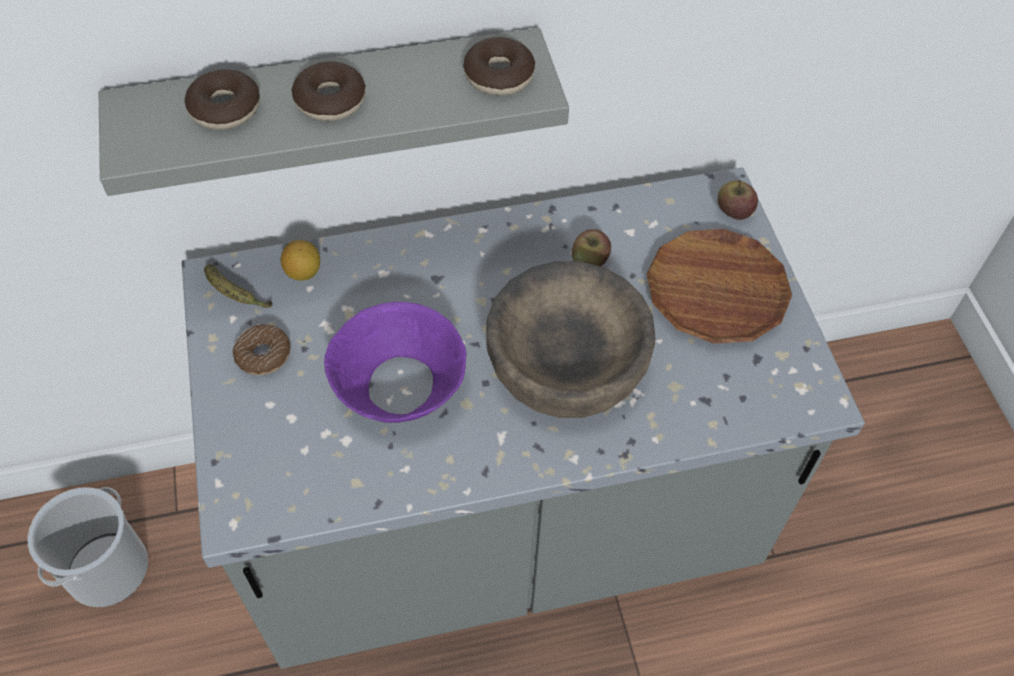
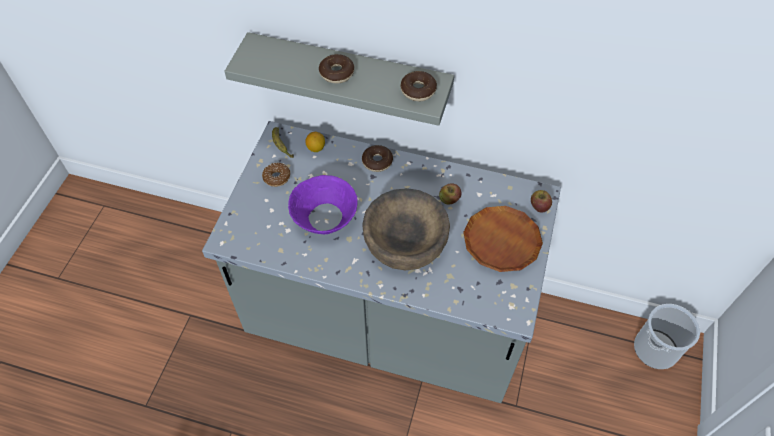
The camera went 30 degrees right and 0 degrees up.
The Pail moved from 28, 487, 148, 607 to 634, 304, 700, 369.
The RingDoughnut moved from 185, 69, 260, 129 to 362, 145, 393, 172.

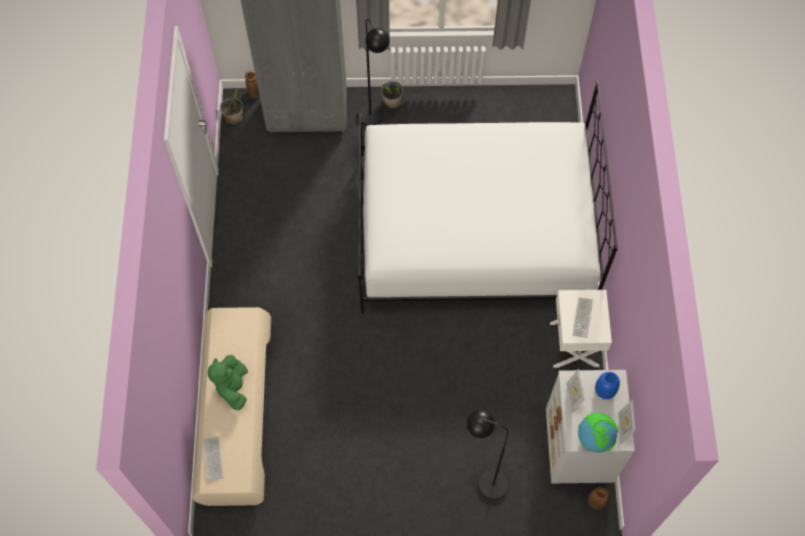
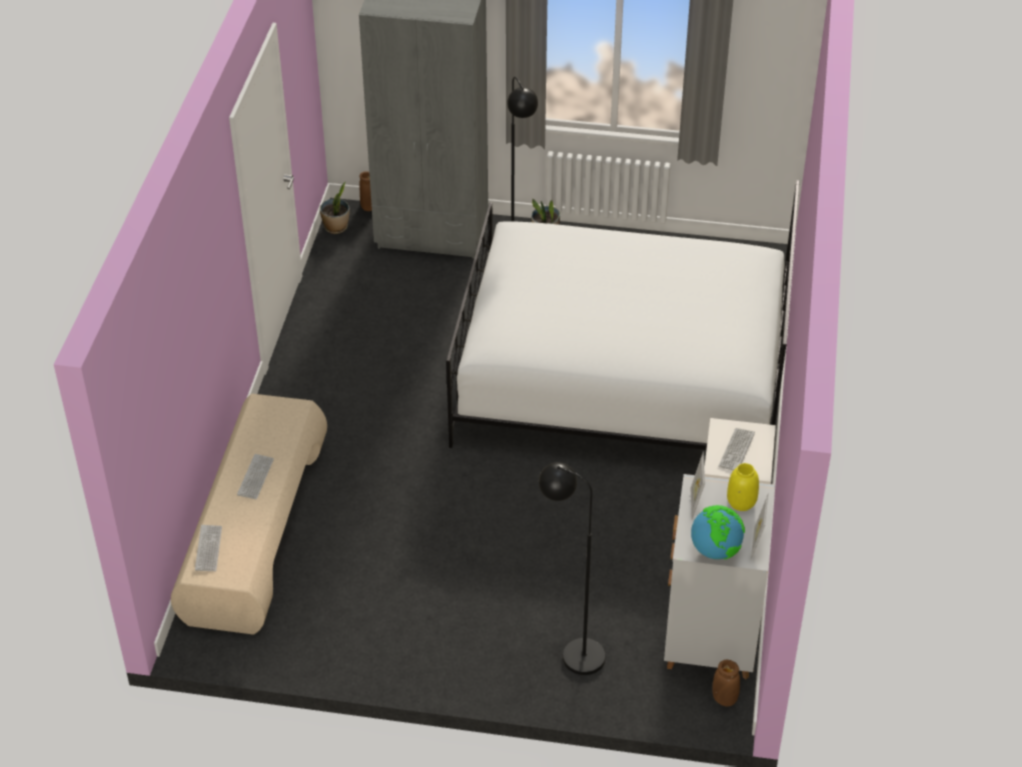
The camera went 10 degrees right and 20 degrees down.
The GreenPlushToy at 208, 355, 248, 410 was replaced by the Keyboard at 237, 454, 274, 499.
The BluishDecorativeVase at 595, 372, 620, 399 became the YellowColouredDecorativeVase at 727, 463, 759, 511.

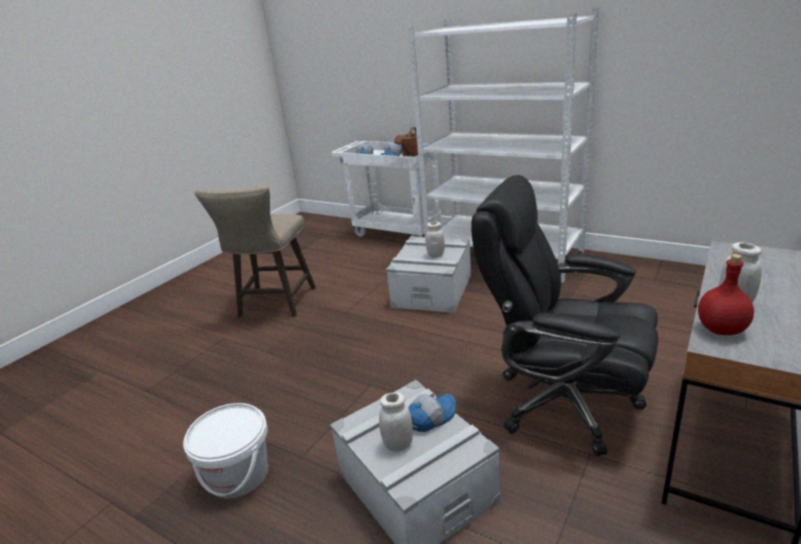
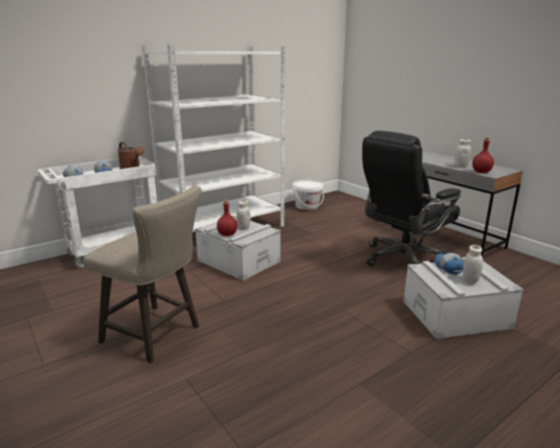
The camera went 70 degrees left and 5 degrees down.
The WhiteColouredPail moved from 183, 403, 268, 498 to 292, 180, 324, 210.
The RedColouredBeverageBottle at 217, 200, 237, 236 appeared.

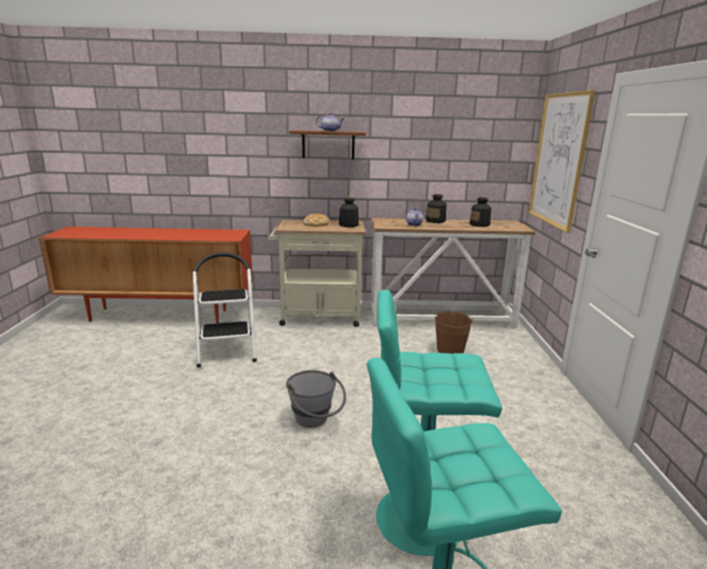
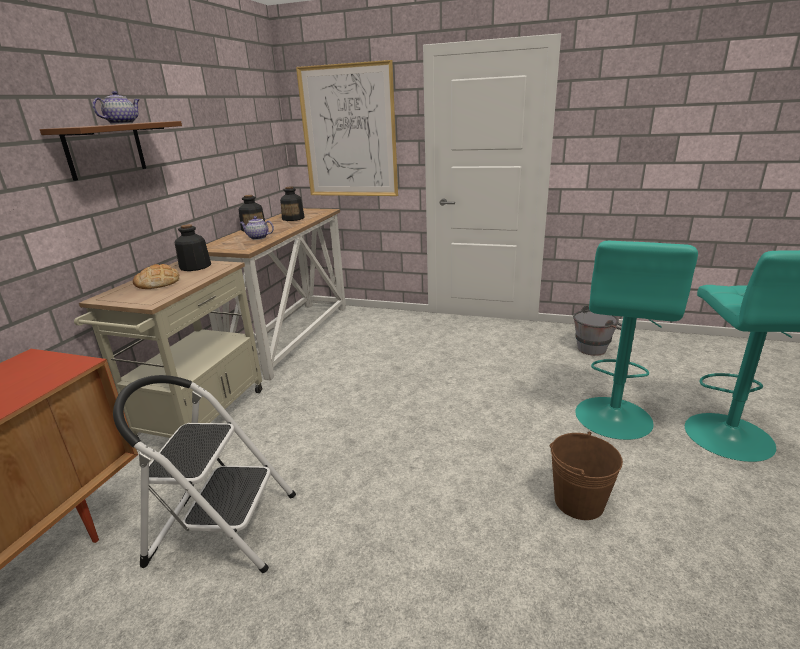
The camera went 70 degrees left and 5 degrees up.
The GreyPail moved from 286, 370, 346, 428 to 573, 306, 622, 356.
The BrownColouredPail moved from 435, 311, 473, 354 to 550, 432, 623, 520.

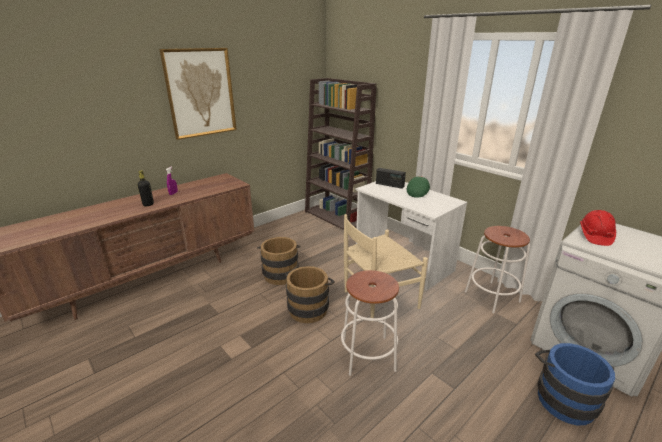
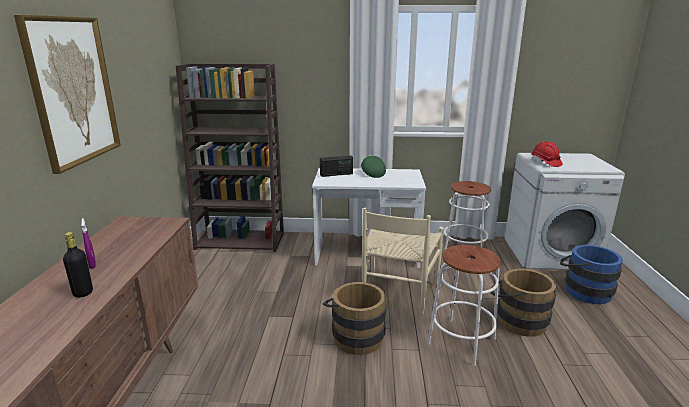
The camera went 45 degrees left and 5 degrees down.
The BrownColouredPail moved from 257, 237, 301, 285 to 491, 269, 556, 337.

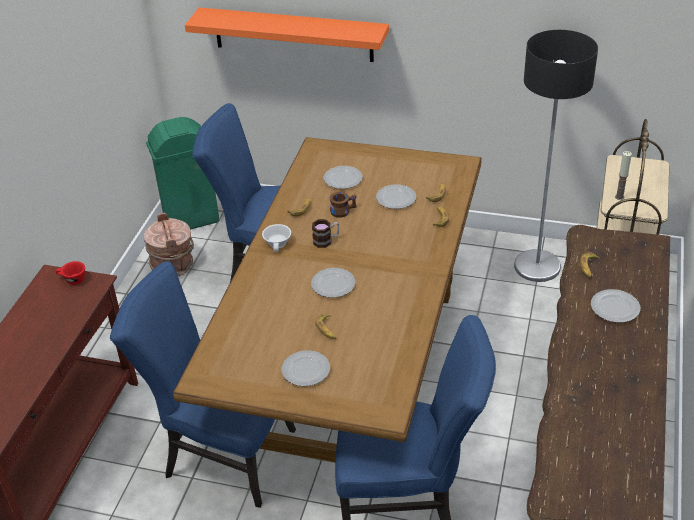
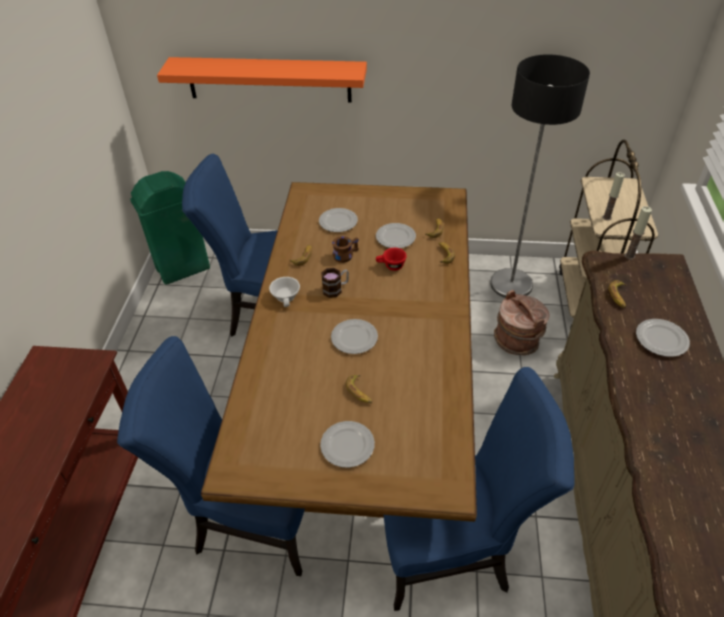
The camera went 10 degrees left and 5 degrees up.
The RedColouredDrinkingCup moved from 55, 261, 85, 285 to 376, 248, 407, 271.
The BrownColouredPail moved from 143, 212, 194, 276 to 494, 290, 550, 355.
The Candle at 625, 206, 652, 260 appeared.

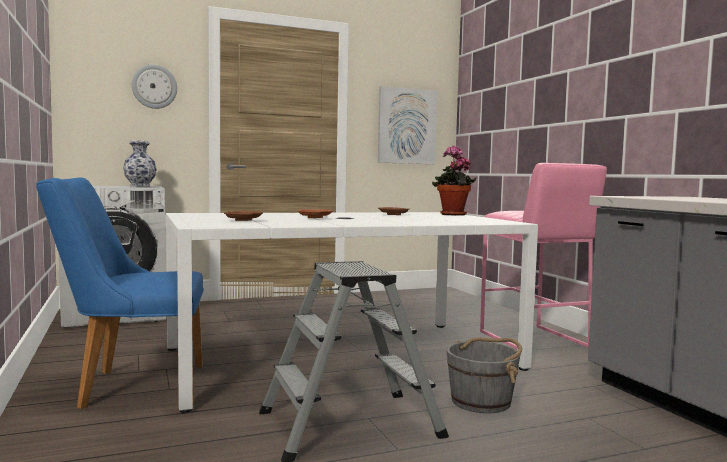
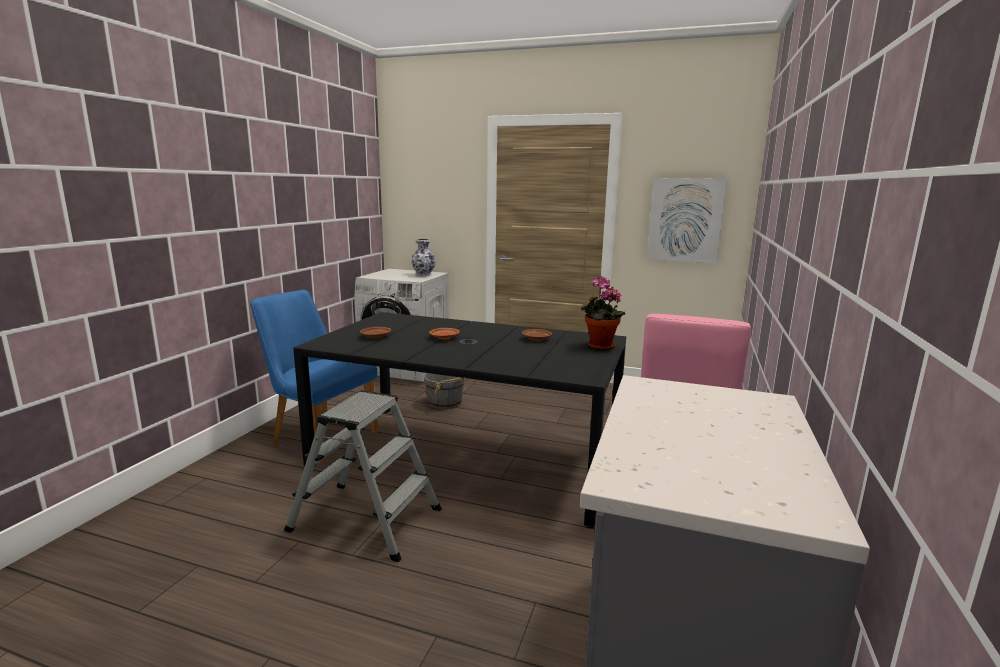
The camera went 40 degrees right and 10 degrees up.
The WallClock at 132, 65, 177, 109 disappeared.
The WhiteColouredDinnerTable at 166, 212, 538, 413 became the BlackDinnerTable at 293, 312, 626, 528.
The GreyPail moved from 446, 337, 522, 413 to 424, 373, 465, 409.

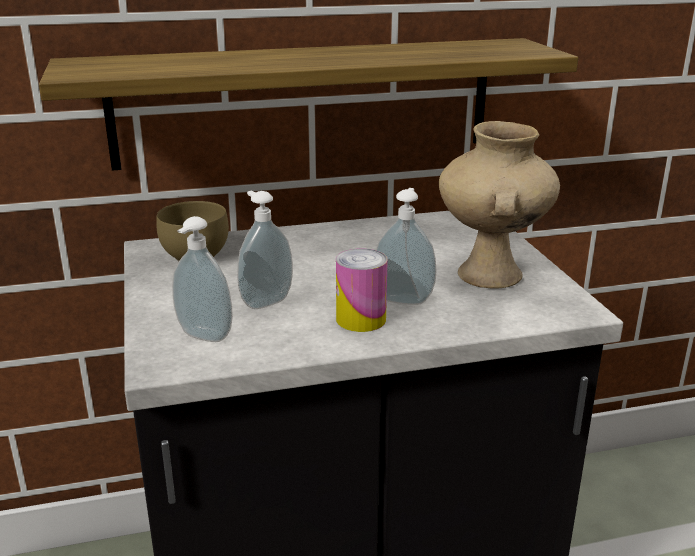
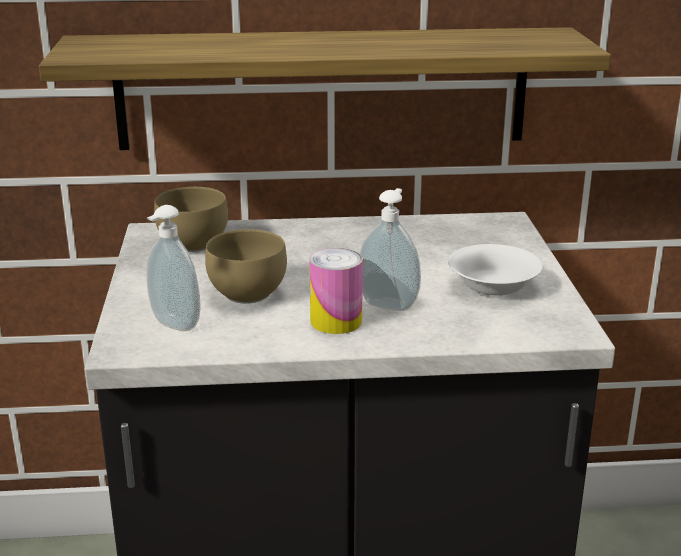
The camera went 10 degrees right and 0 degrees up.
The LiquidSoapBottle at 237, 191, 293, 309 was replaced by the BrownColouredDeepDish at 205, 229, 287, 304.
The BeigeDecorativeVase at 439, 121, 560, 289 was replaced by the WhiteColouredDeepDish at 448, 244, 543, 296.

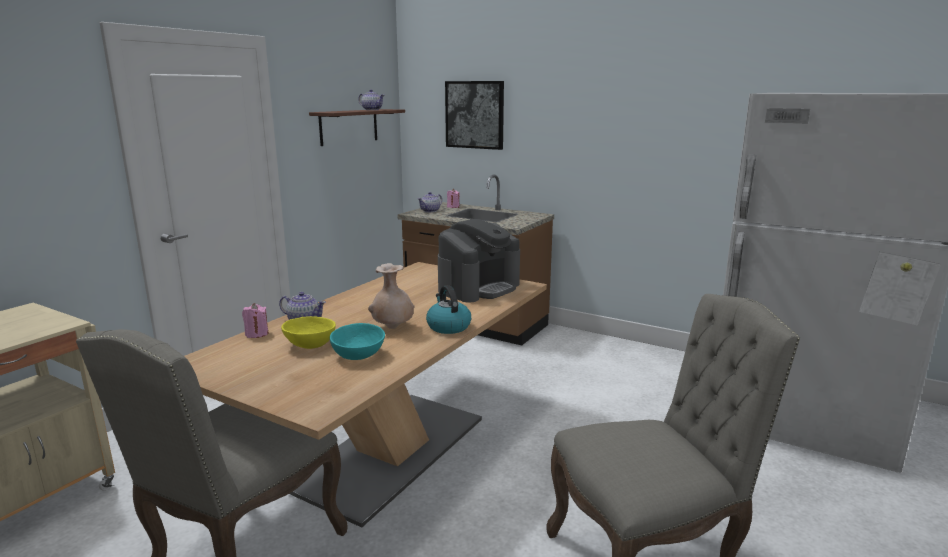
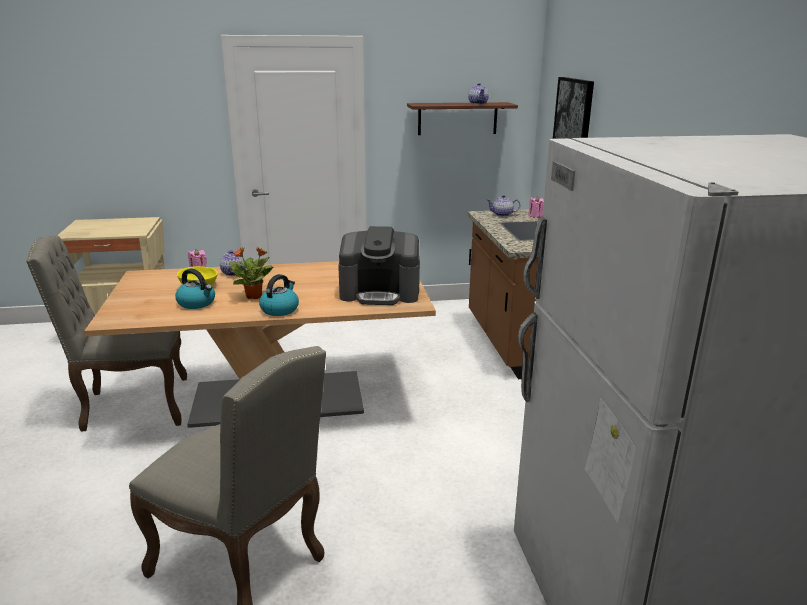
The camera went 50 degrees right and 5 degrees up.
The TurquoiseColouredDeepDish at 330, 323, 385, 360 was replaced by the TeaKettle at 175, 269, 215, 309.
The BeigeDecorativeVase at 368, 263, 415, 329 was replaced by the PottedPlant at 229, 247, 274, 299.

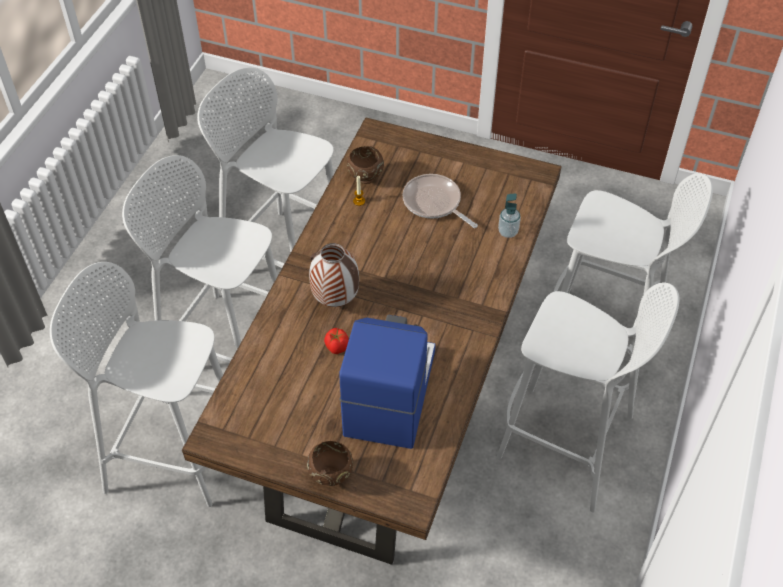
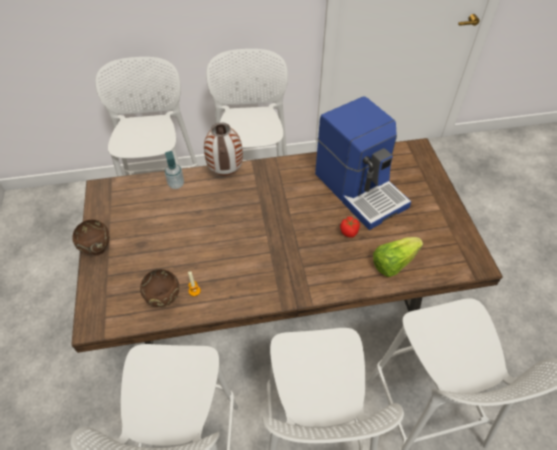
The camera went 120 degrees left and 0 degrees up.
The BrownColouredDeepDish moved from 307, 441, 353, 486 to 72, 220, 110, 255.
The DecorativeVase moved from 309, 243, 359, 307 to 204, 122, 243, 176.
The CoffeeMachine at 340, 315, 436, 449 turned 105 degrees counterclockwise.
The Pan at 402, 174, 478, 228 disappeared.
The LettuceHead at 373, 237, 423, 277 appeared.

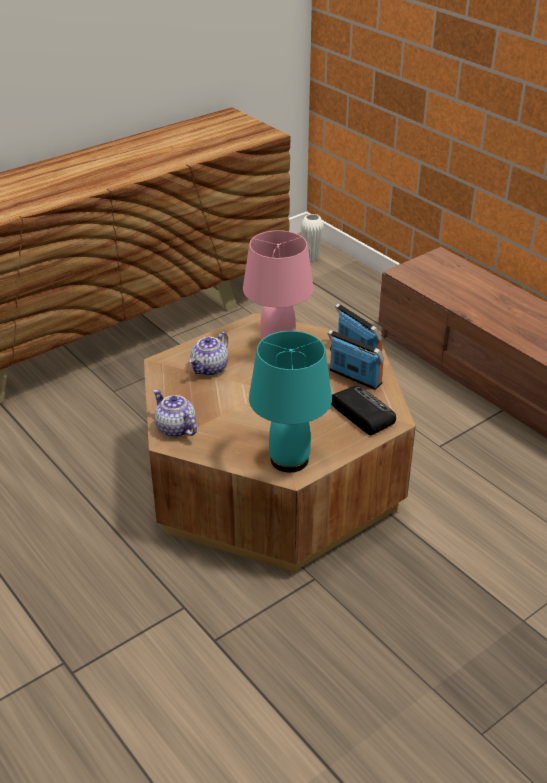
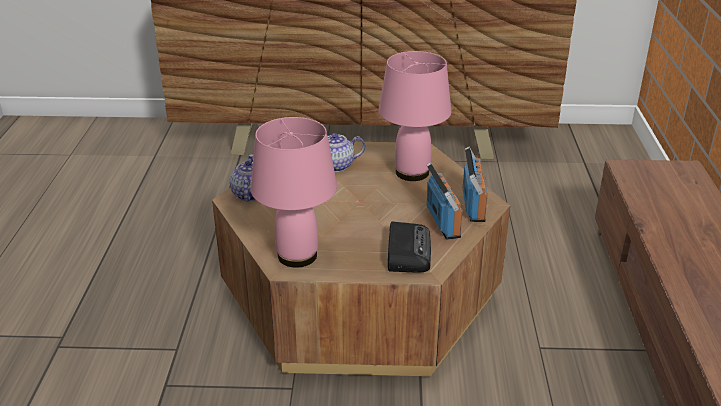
The camera went 40 degrees right and 5 degrees down.
The TurquoiseColouredTabletopLamp at 249, 331, 332, 473 became the PinkColouredTabletopLamp at 251, 117, 337, 268.
The WhiteColouredDecorativeVase at 301, 214, 324, 261 disappeared.

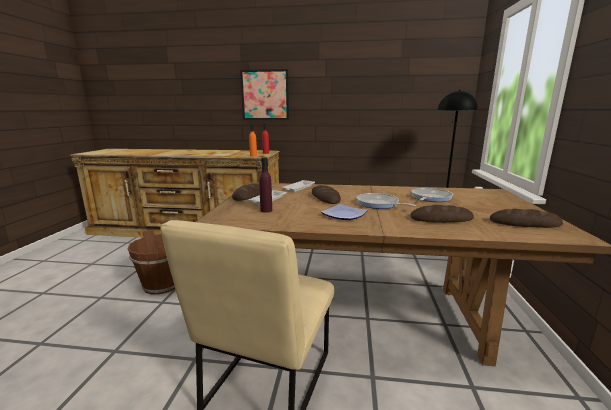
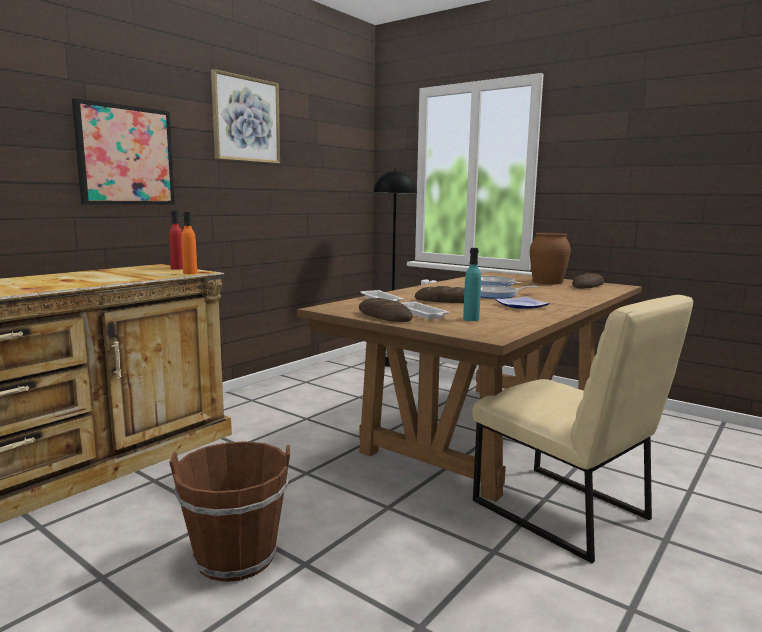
The camera went 60 degrees left and 5 degrees down.
The PurplishBeverageBottle at 259, 157, 272, 213 became the TurquoiseColouredBeverageBottle at 463, 248, 481, 321.
The BakedBread at 411, 205, 474, 223 disappeared.
The WallArt at 211, 69, 280, 164 appeared.
The BrownColouredDecorativeVase at 530, 233, 571, 284 appeared.

